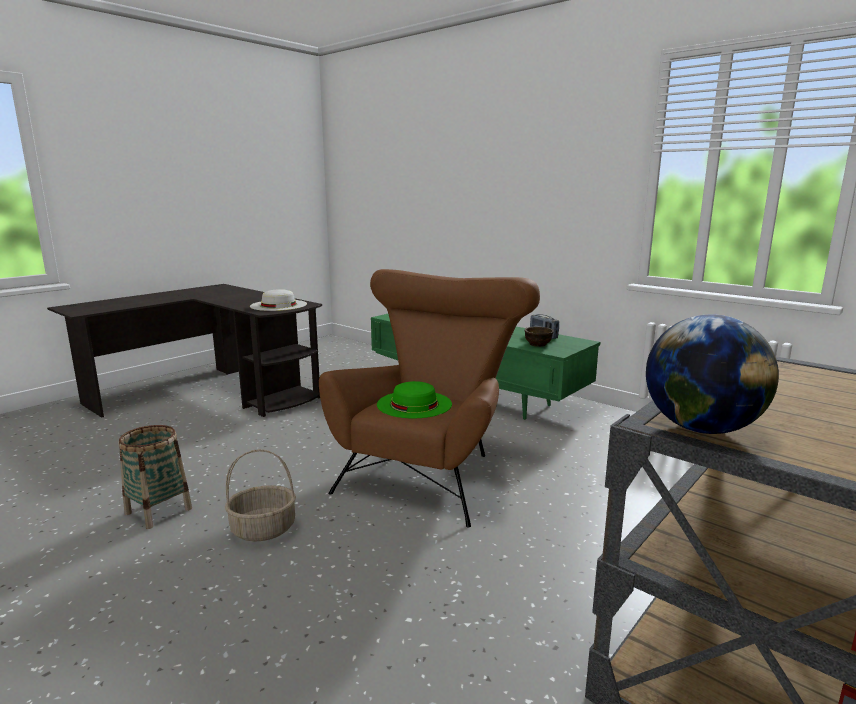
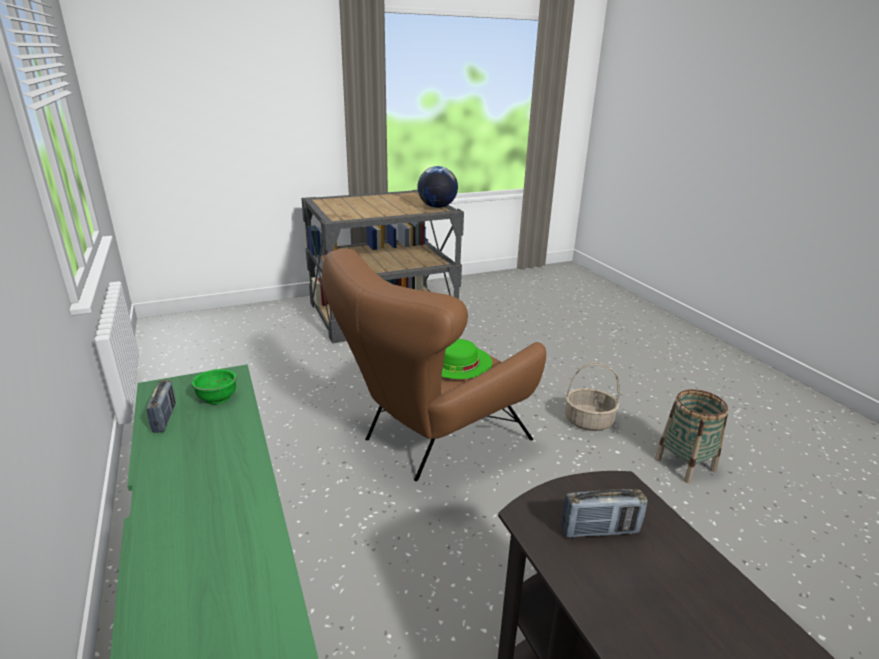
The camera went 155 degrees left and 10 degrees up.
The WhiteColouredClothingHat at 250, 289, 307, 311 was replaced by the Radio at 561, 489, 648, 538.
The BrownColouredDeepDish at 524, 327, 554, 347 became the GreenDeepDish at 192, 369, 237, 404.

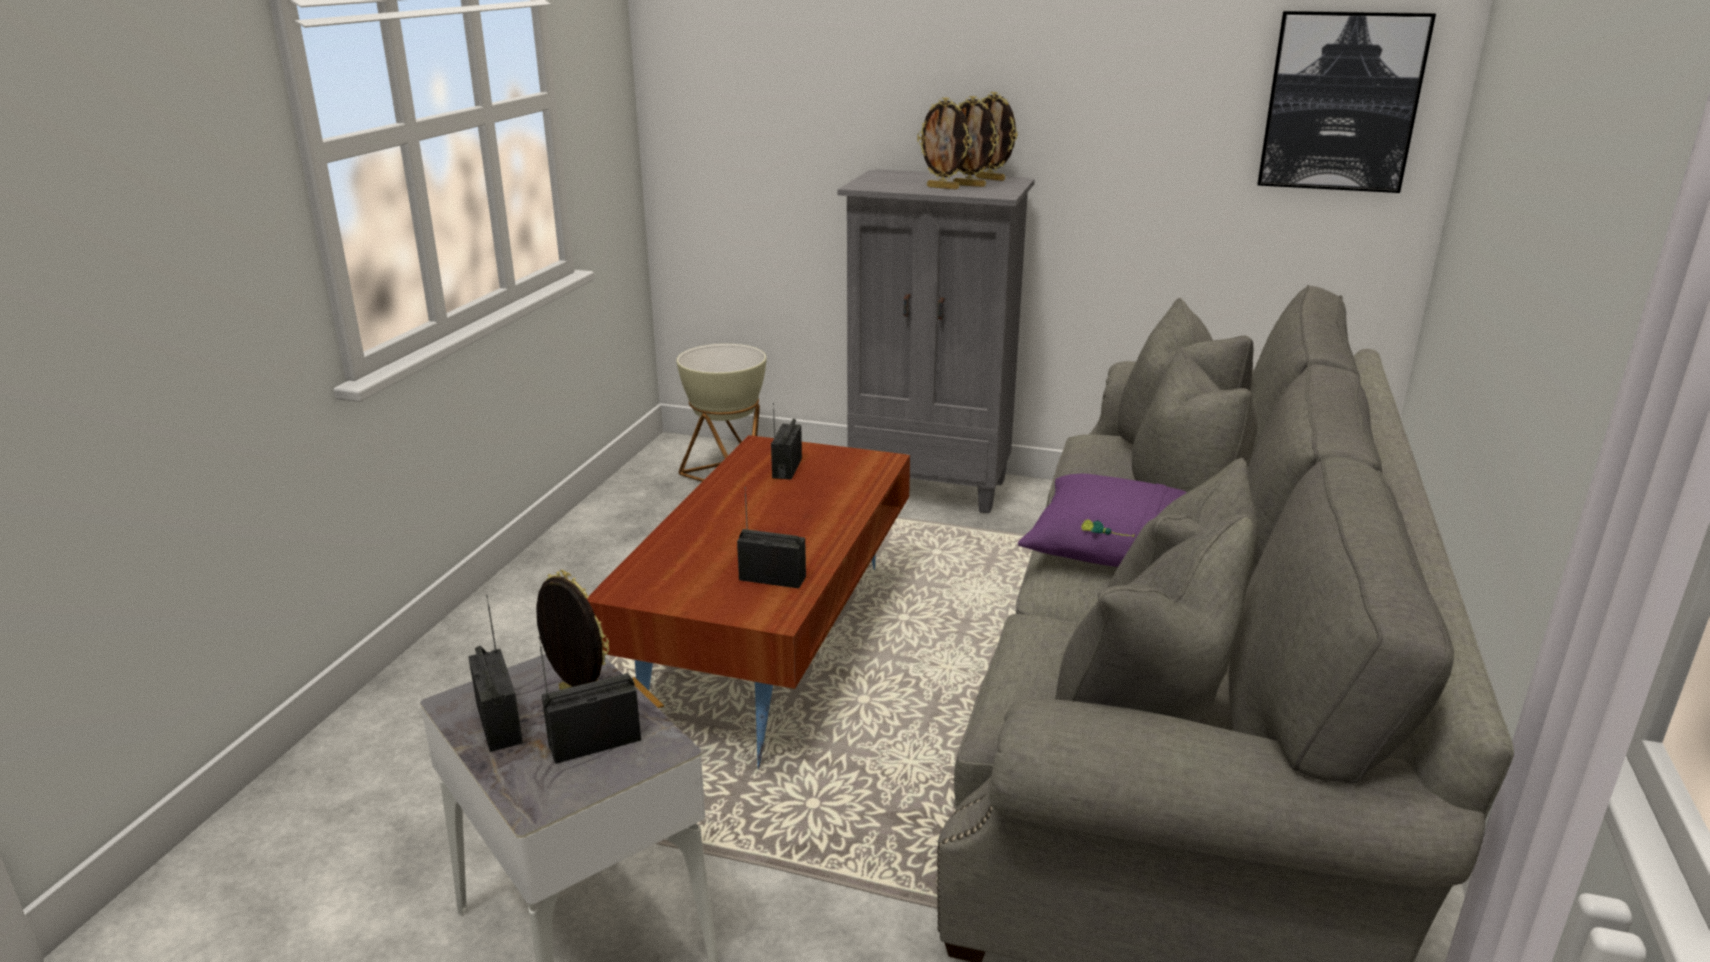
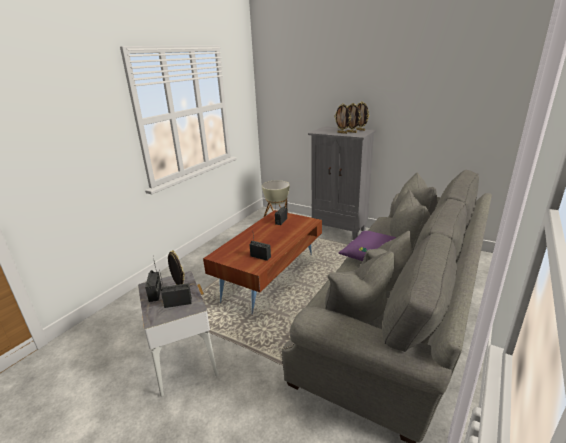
The camera went 15 degrees right and 0 degrees up.
The WallArt at 1257, 11, 1436, 193 disappeared.

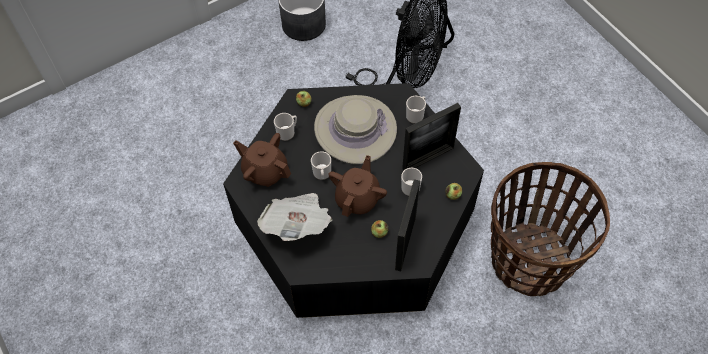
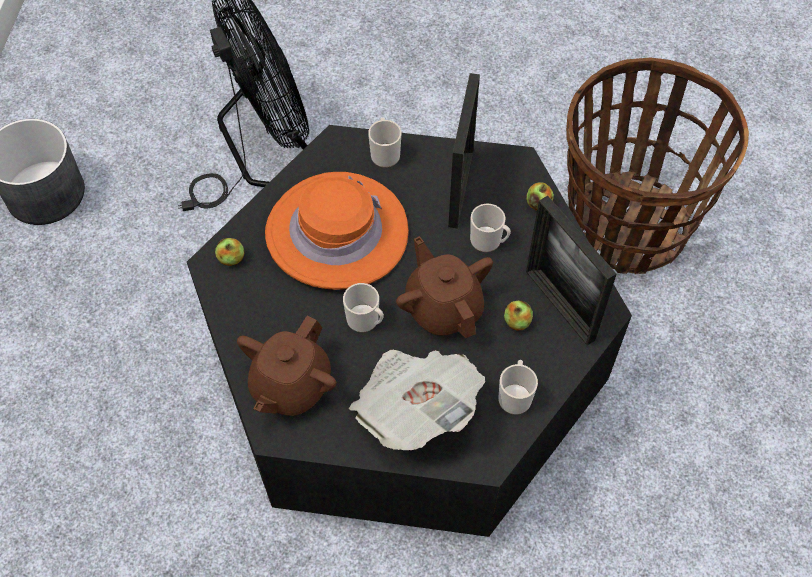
The camera went 50 degrees left and 0 degrees up.
The BrownColouredTeapot at 233, 133, 291, 187 turned 45 degrees counterclockwise.
The Mug moved from 274, 113, 297, 141 to 498, 360, 538, 415.
The BeigeClothingHat at 314, 95, 397, 164 became the OrangeyClothingHat at 265, 172, 409, 290.

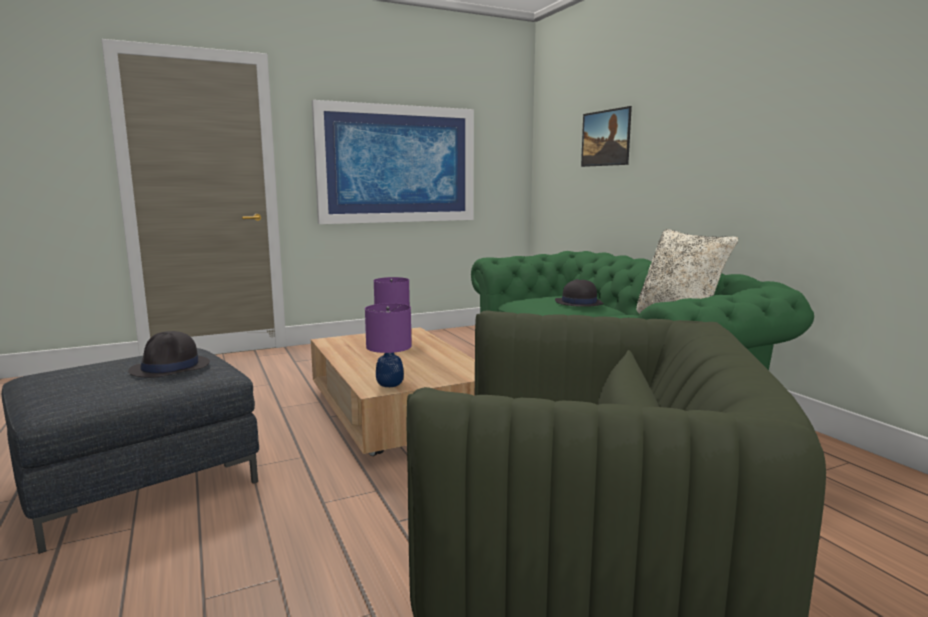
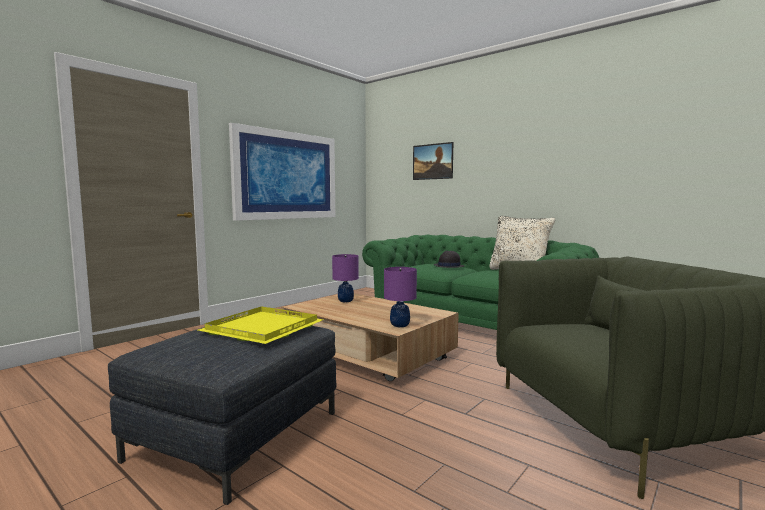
The camera went 25 degrees left and 5 degrees down.
The BlackClothingHat at 128, 331, 210, 378 was replaced by the YellowColouredServingTray at 198, 306, 323, 344.

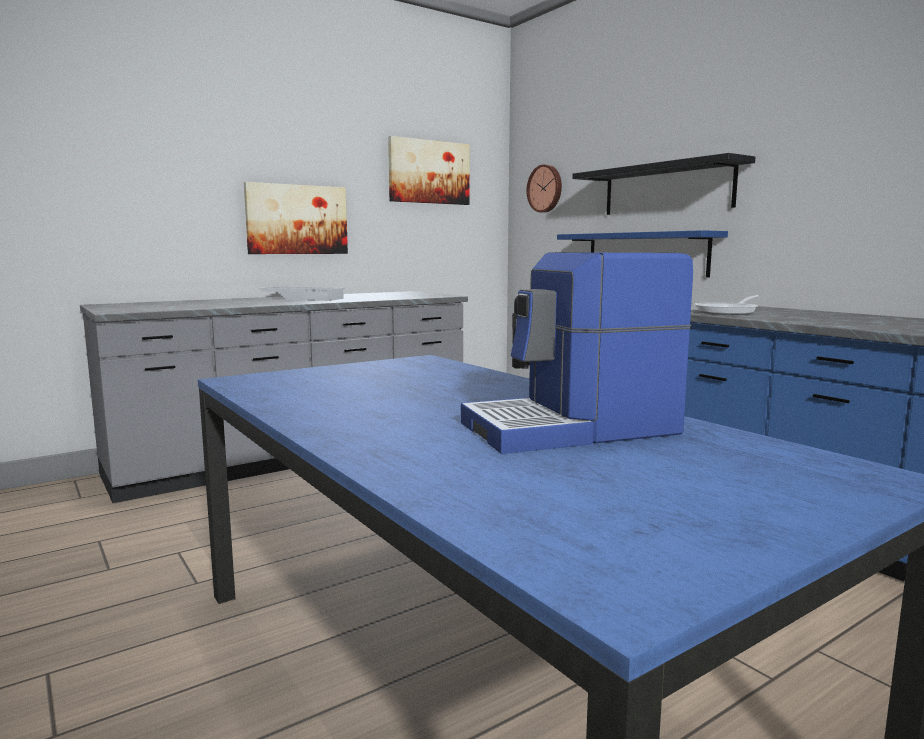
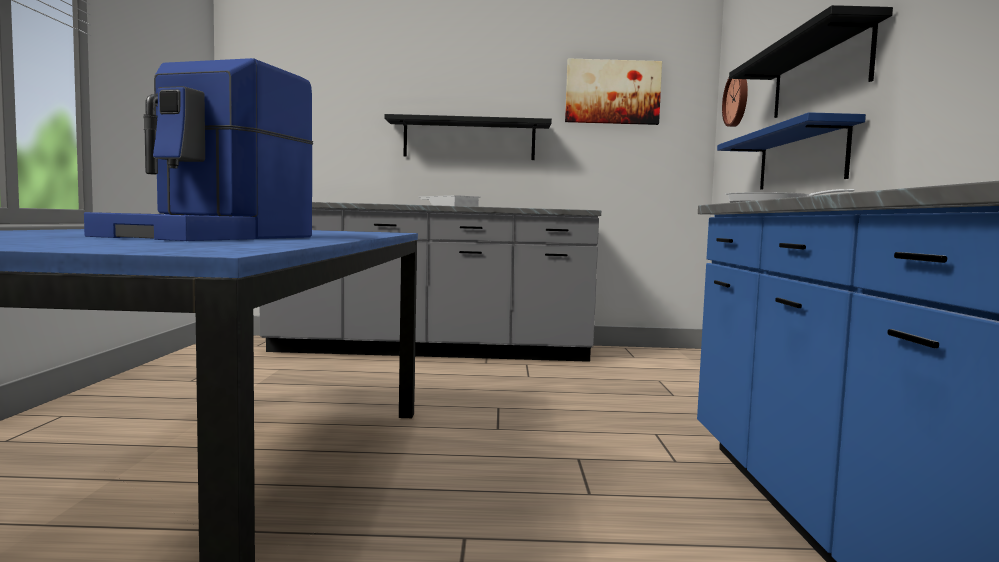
The camera went 35 degrees right and 5 degrees down.
The WallArt at 244, 182, 348, 254 was replaced by the BlackBracketShelf at 385, 114, 552, 160.
The CoffeeMachine at 461, 252, 693, 454 turned 90 degrees counterclockwise.

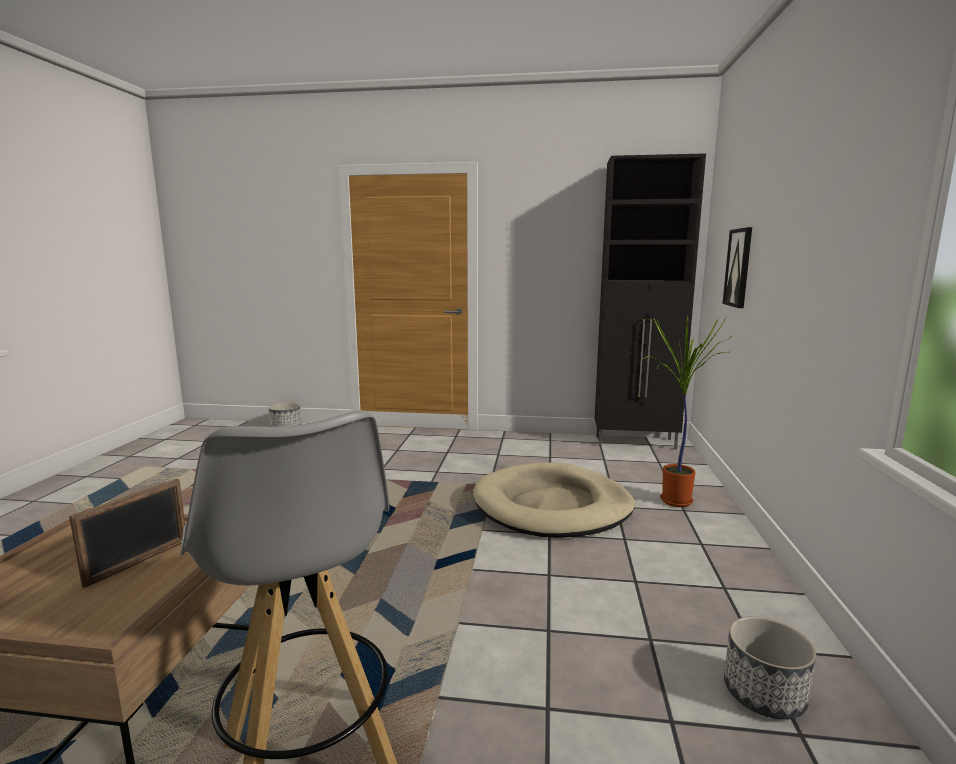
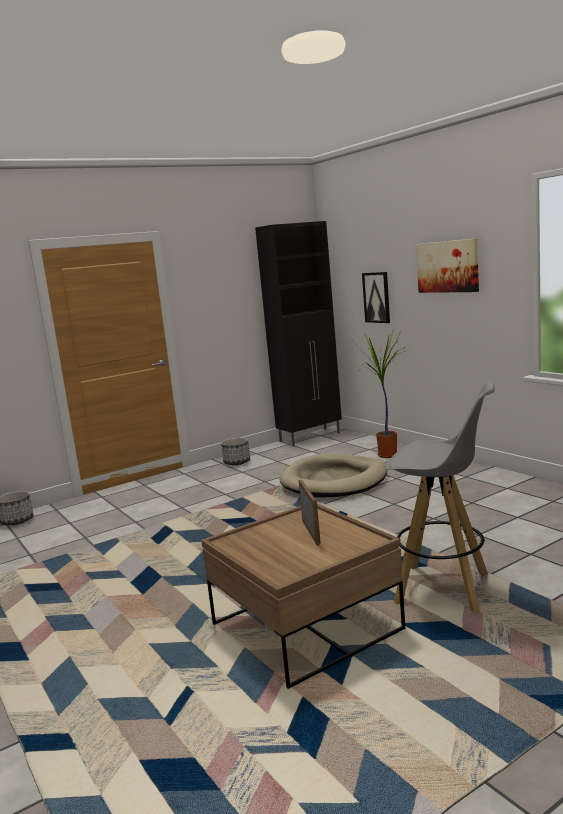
The camera went 40 degrees left and 0 degrees up.
The PlantPot moved from 724, 616, 816, 720 to 221, 438, 250, 465.
The WallArt at 416, 238, 479, 293 appeared.

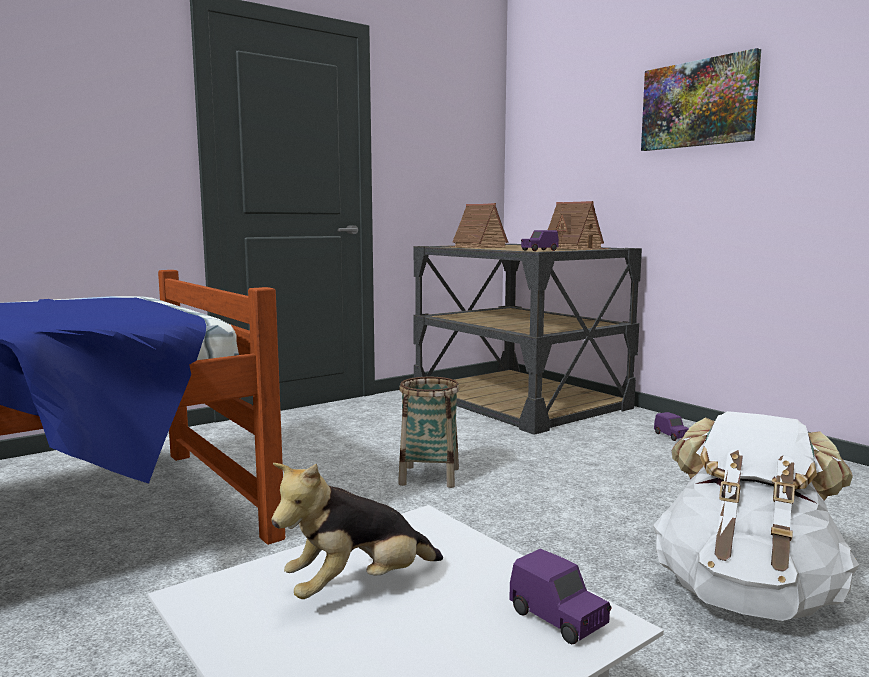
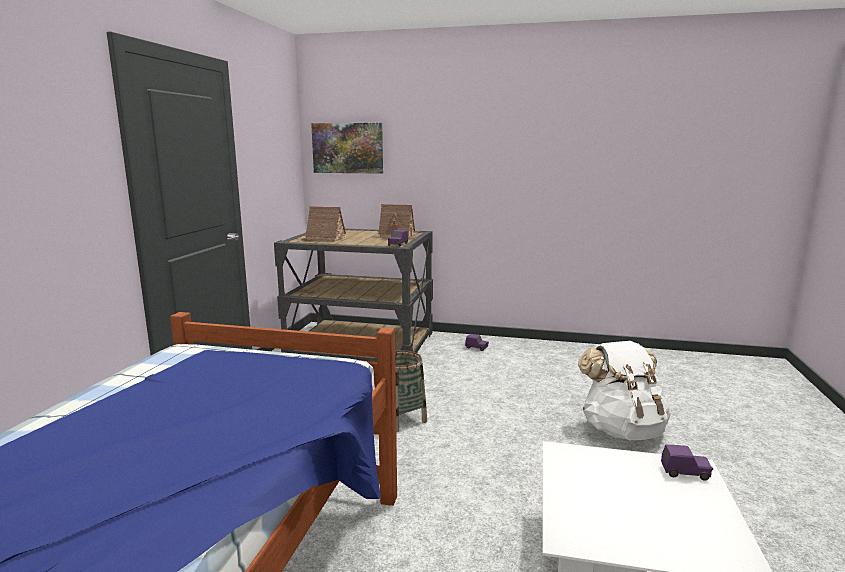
The camera went 40 degrees left and 5 degrees up.
The PlushToy at 271, 463, 443, 599 disappeared.
The WallArt moved from 641, 48, 761, 151 to 311, 123, 383, 174.

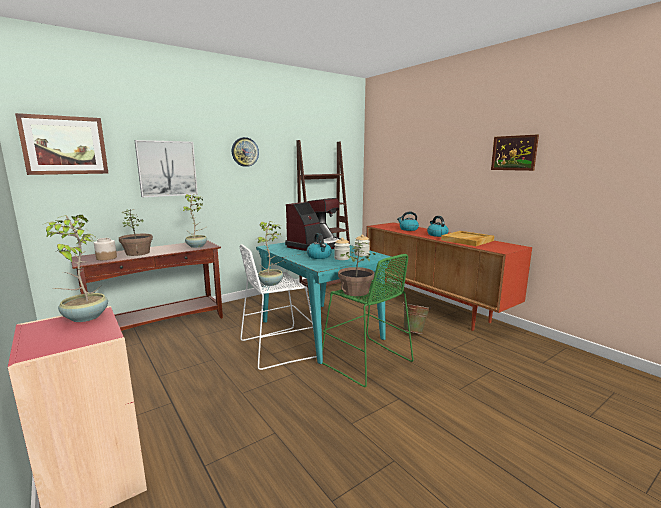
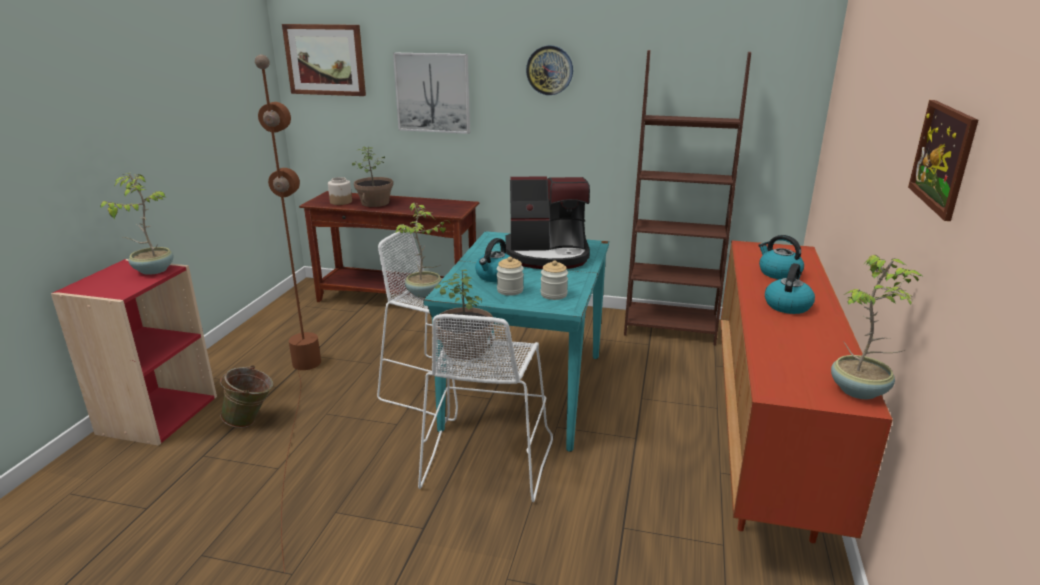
The camera went 50 degrees right and 10 degrees up.
The PottedPlant moved from 183, 194, 207, 248 to 831, 255, 924, 399.
The GreenStoolSeat at 322, 254, 414, 387 became the WhiteColouredStoolSeat at 418, 314, 553, 502.
The GreenPail moved from 402, 302, 431, 334 to 220, 365, 273, 428.
The BeigeServingTray at 441, 231, 494, 246 disappeared.
The BrownColouredFloorLamp at 255, 55, 321, 573 appeared.

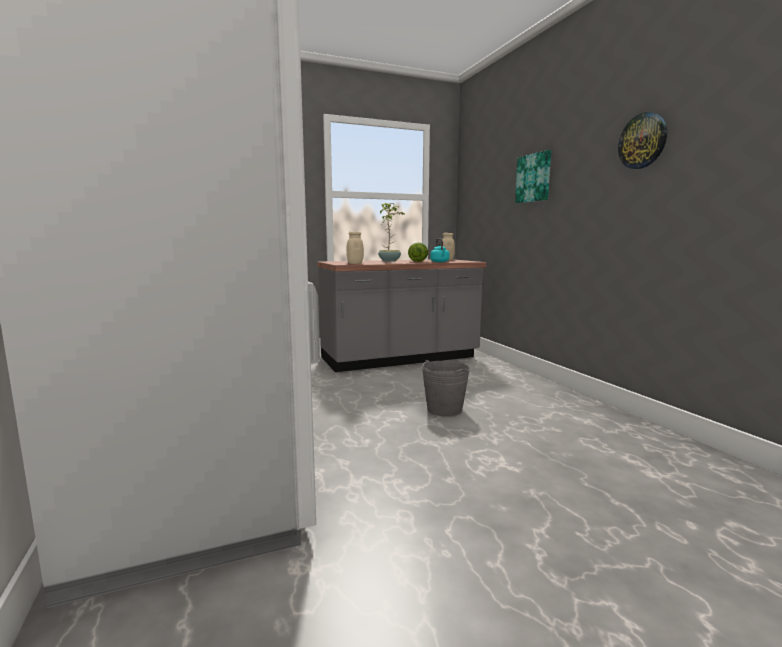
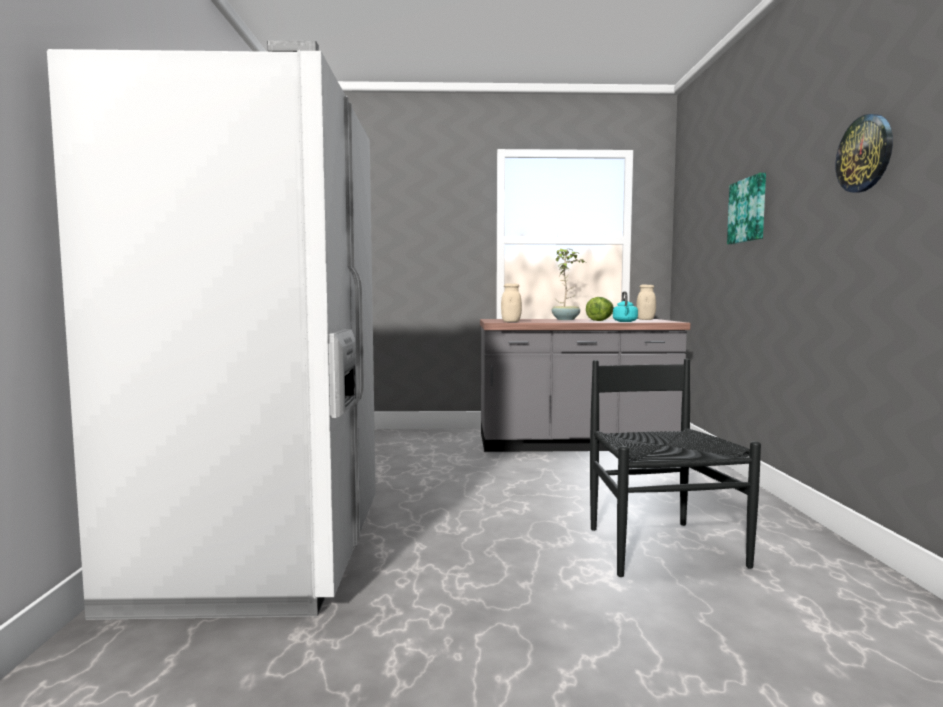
The camera went 20 degrees right and 5 degrees down.
The GreyPail at 422, 360, 470, 416 disappeared.
The BlackChair at 590, 359, 761, 577 appeared.

